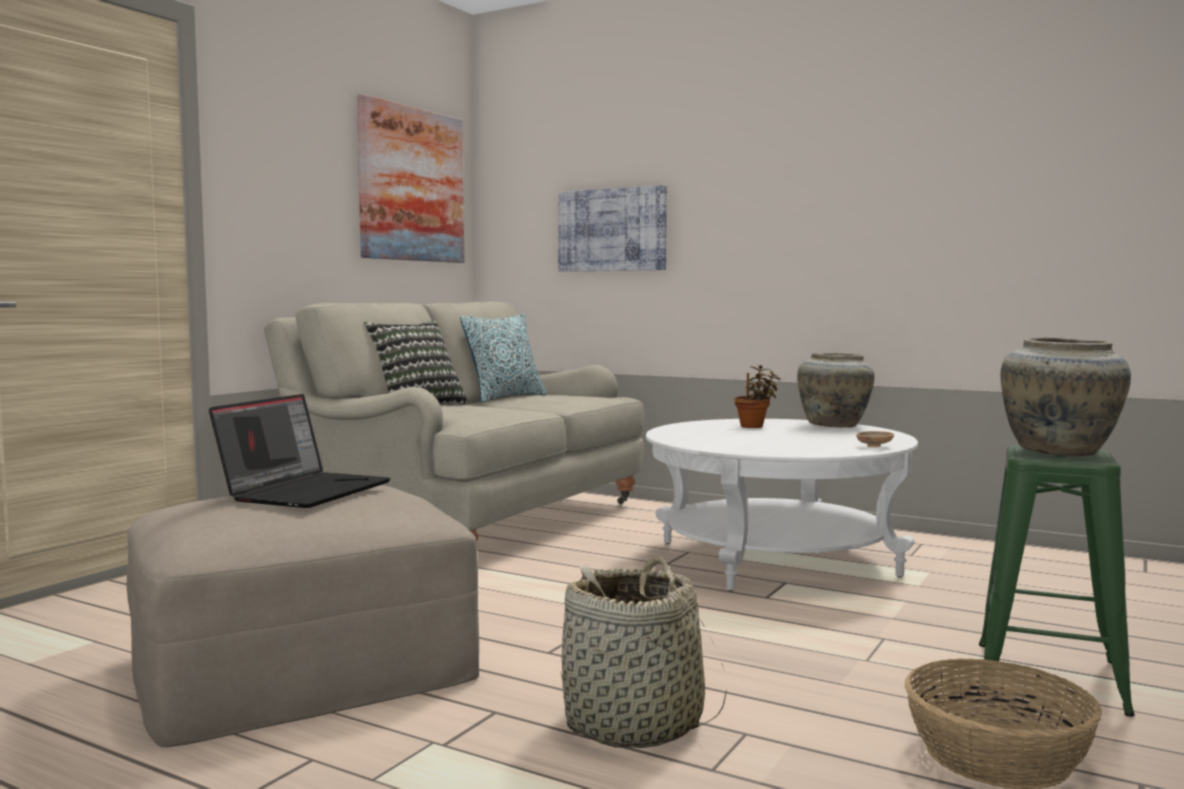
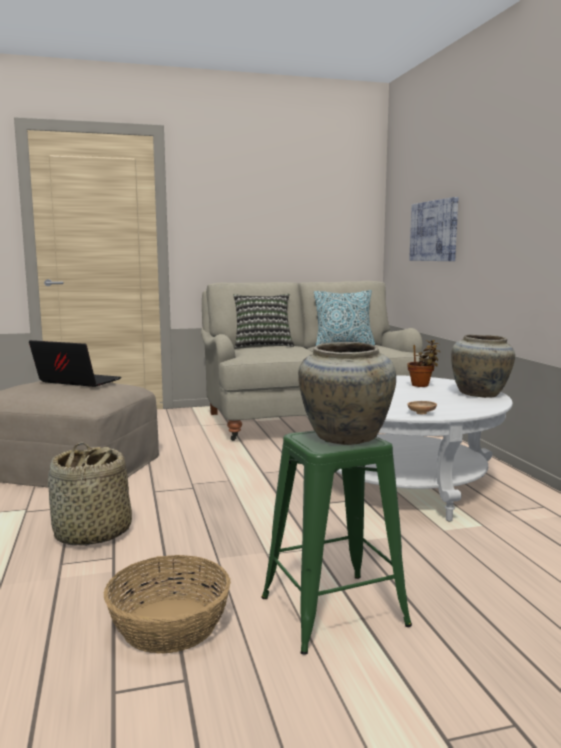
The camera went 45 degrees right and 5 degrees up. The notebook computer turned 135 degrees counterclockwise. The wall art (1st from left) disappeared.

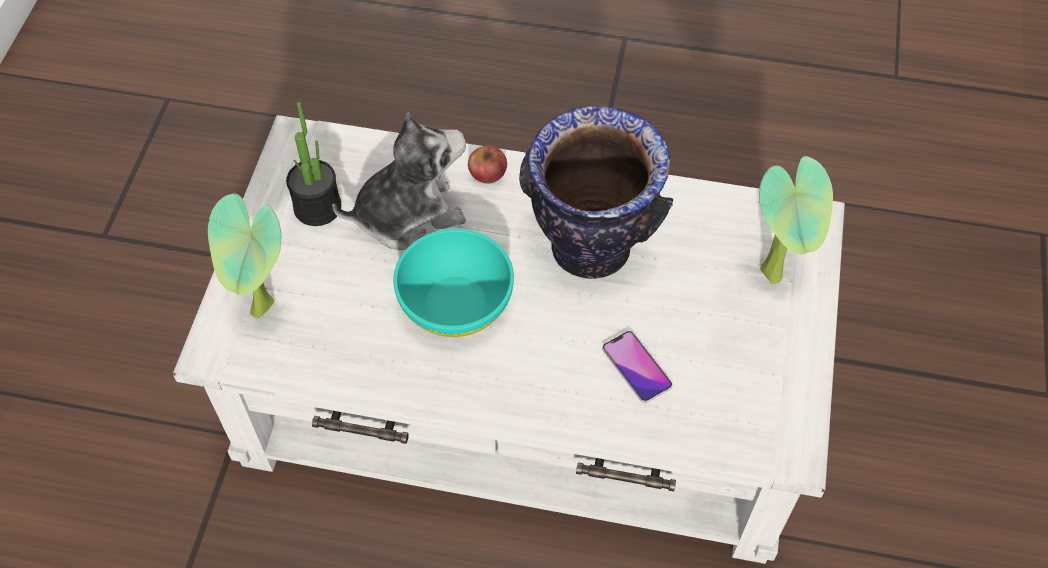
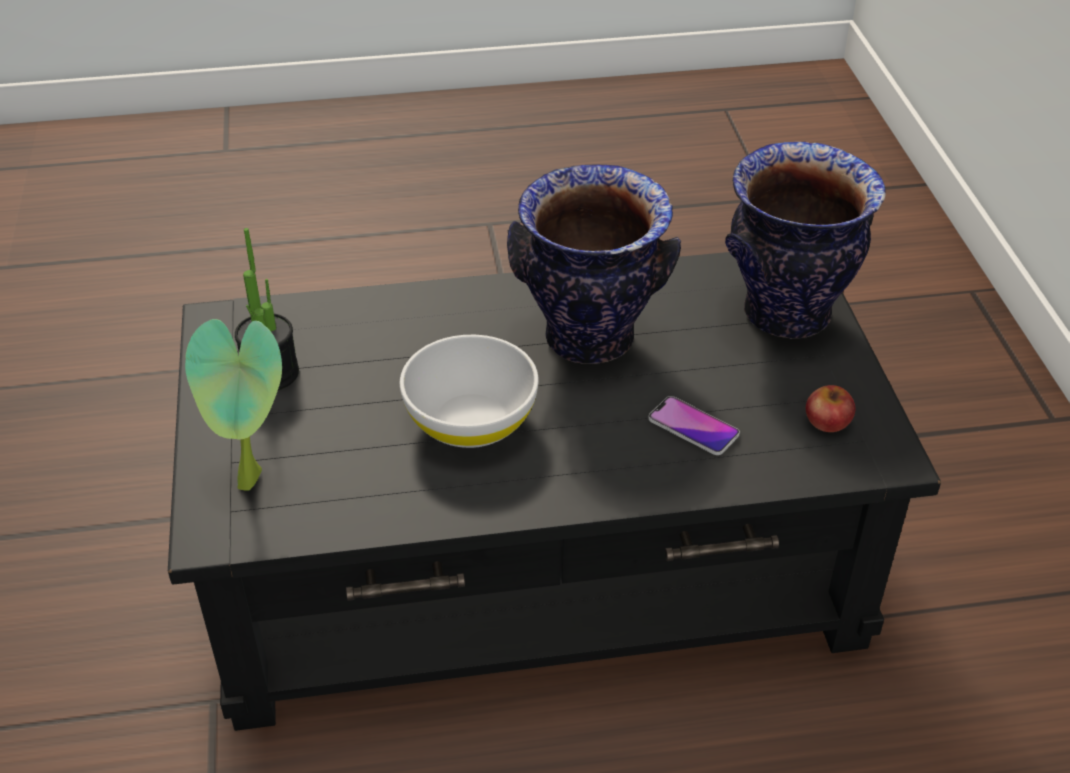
The camera went 20 degrees left and 15 degrees down. The lounge table/whitish became the lounge table/black. The cuddly toy disappeared. The deep dish/blue-green became the deep dish/whitish. The whole apple moved. The plant in a pot (3rd from left) was replaced by the decorative vase (2nd from left).

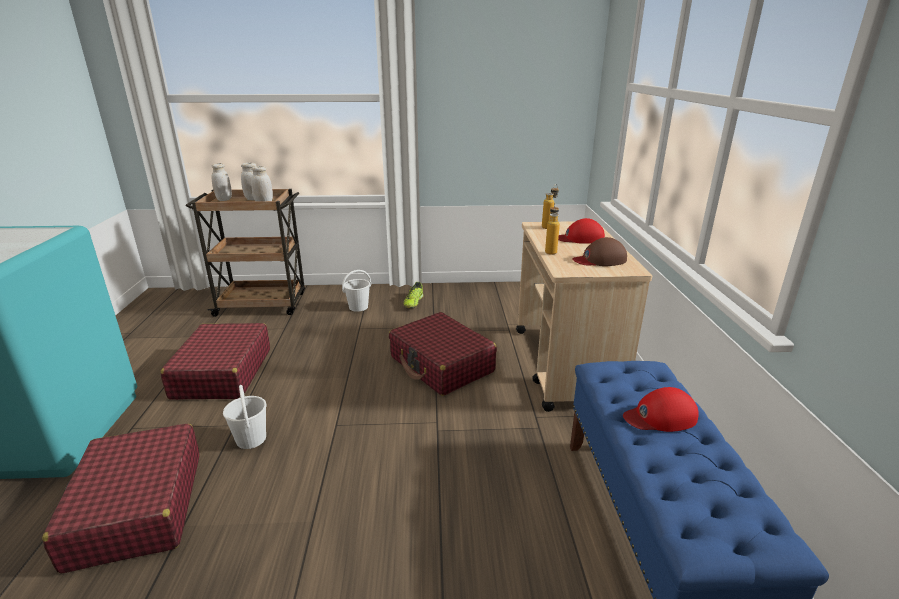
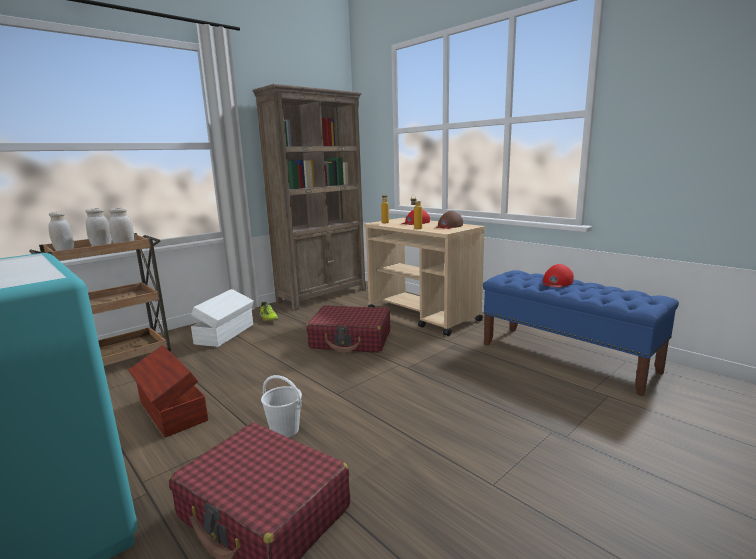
The camera went 40 degrees left and 10 degrees down. The piece of luggage/reddish (2nd from left) was replaced by the storage box/brown. The water bucket/whitish (2nd from left) was replaced by the storage box/whitish. The bookshelf/brown appeared.

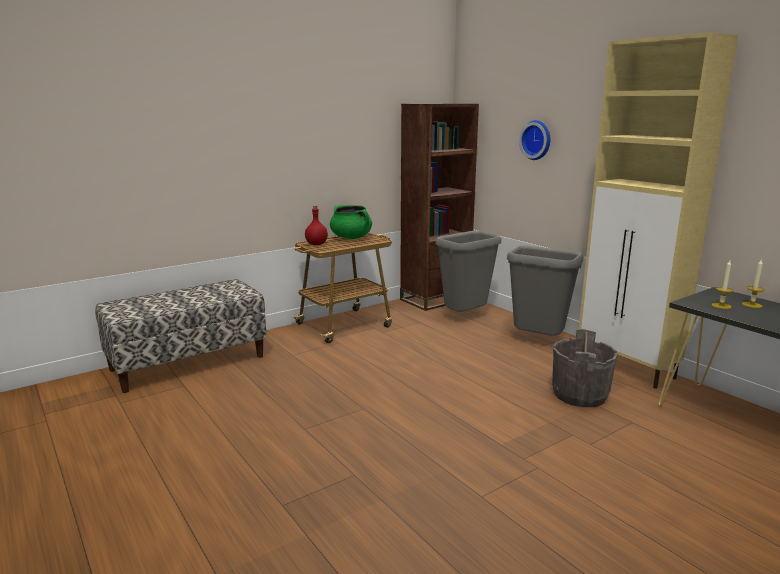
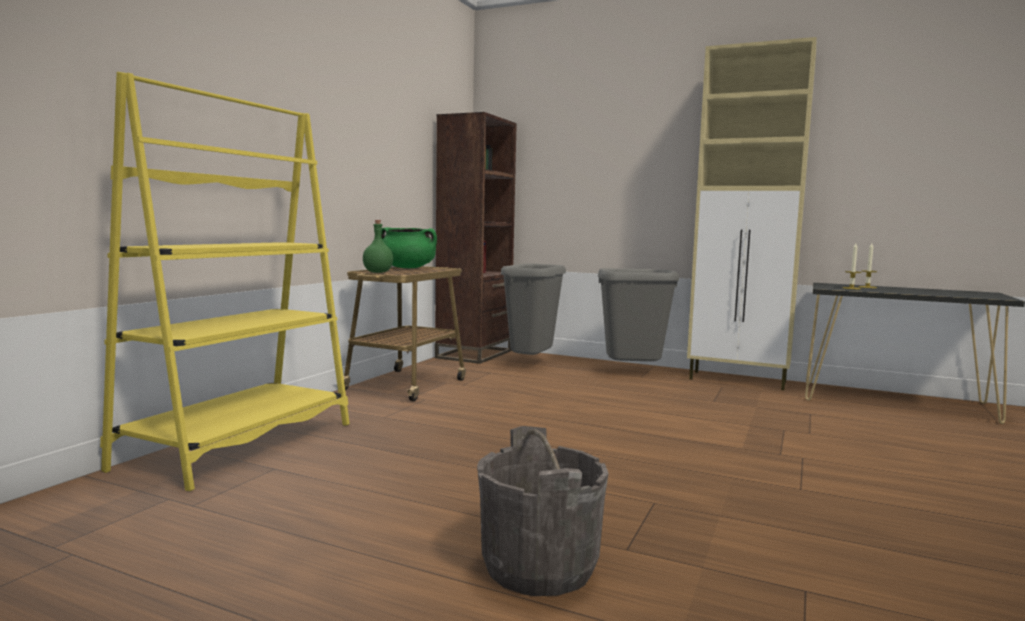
The camera went 30 degrees left and 10 degrees down. The indoor bench was replaced by the bookshelf/yellowish. The drink bottle/reddish became the drink bottle/green. The hanging clock disappeared. The water bucket/grey moved.

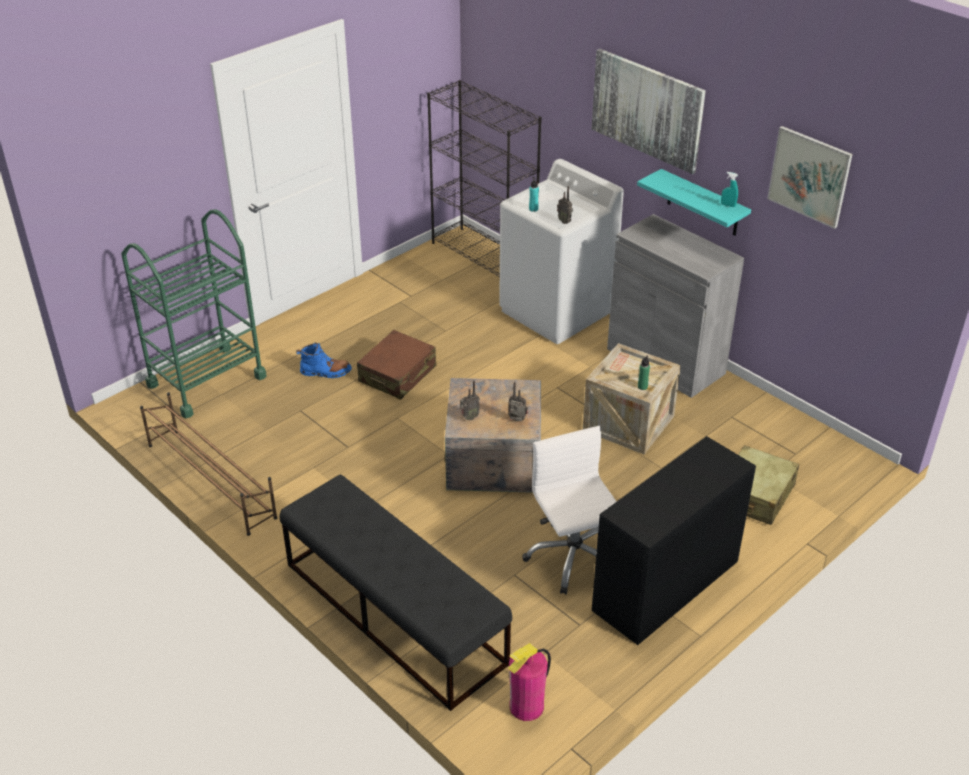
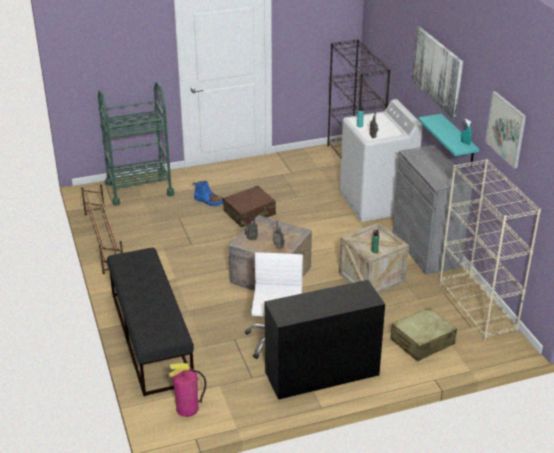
The camera went 25 degrees right and 5 degrees down. The bookshelf/beige-coloured appeared.

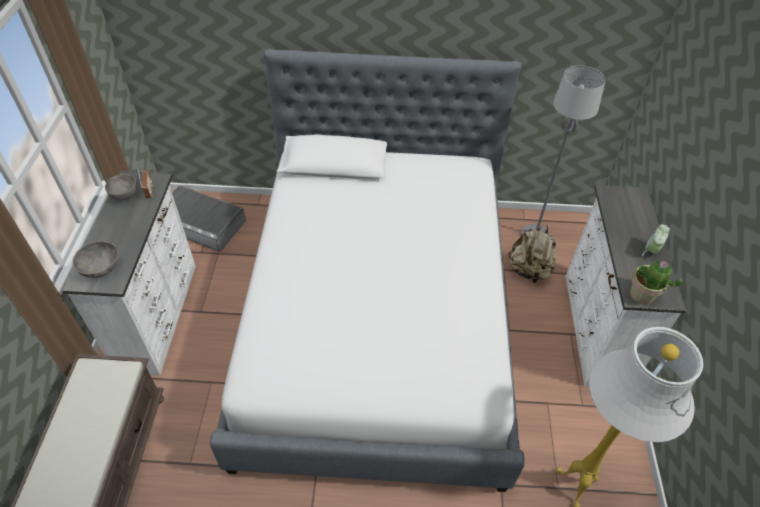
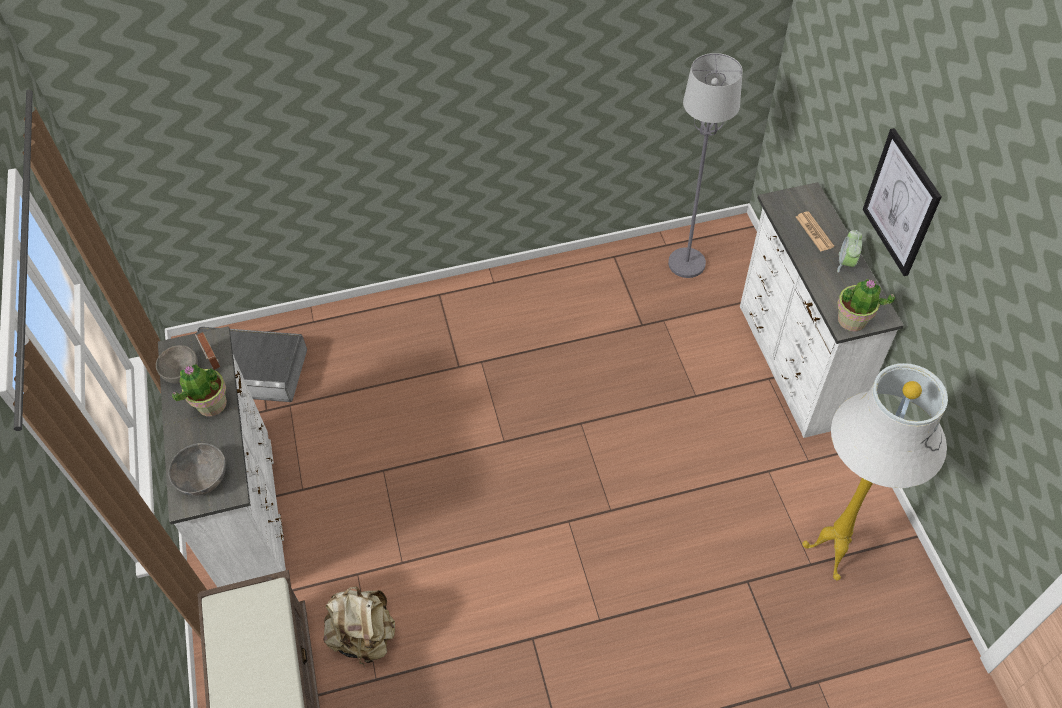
The camera went 15 degrees left and 5 degrees up. The bed disappeared. The rucksack/beige-coloured moved. The plant in a pot (1st from left) appeared. The printed paper appeared. The wall art appeared.

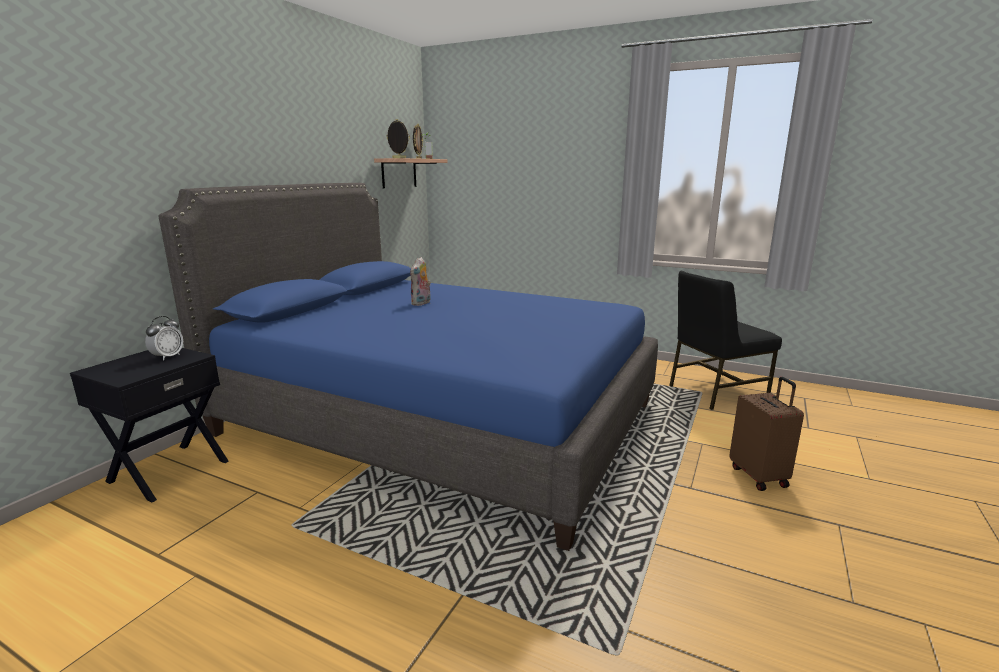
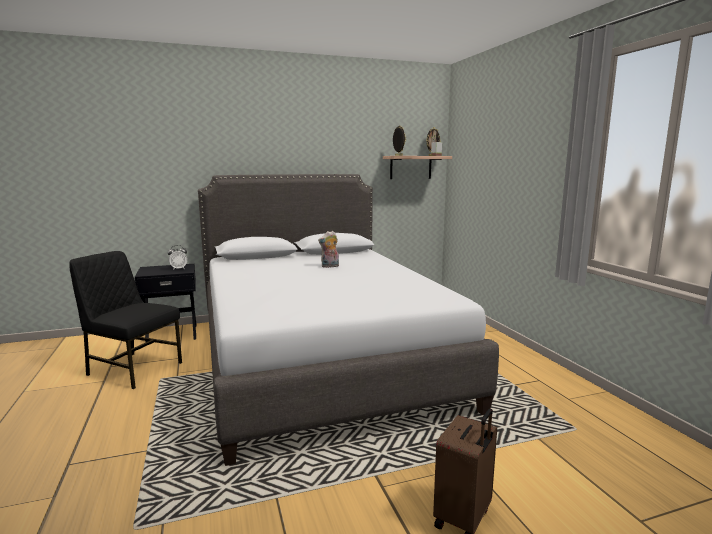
The camera went 45 degrees right and 5 degrees down. The bed/bluish became the bed/grey. The upright chair/black moved.

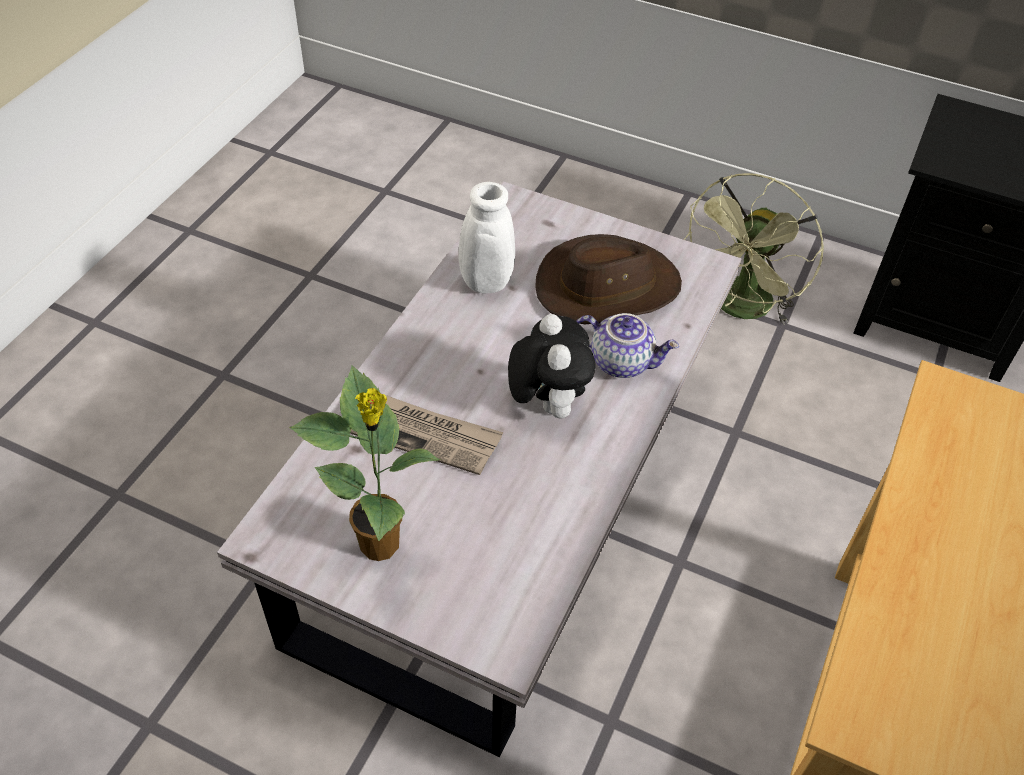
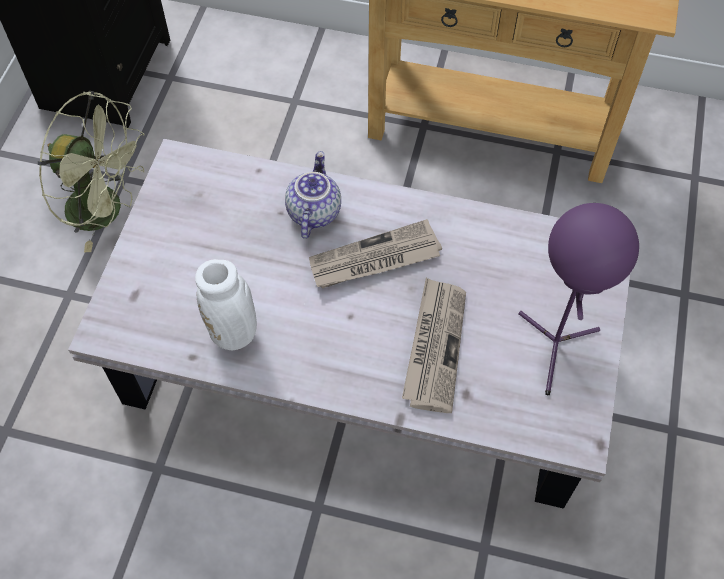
The camera went 100 degrees left and 10 degrees up. The plant in a pot was replaced by the table lamp/purple. The cuddly toy was replaced by the printed paper (1st from left). The wearable hat/brown disappeared.

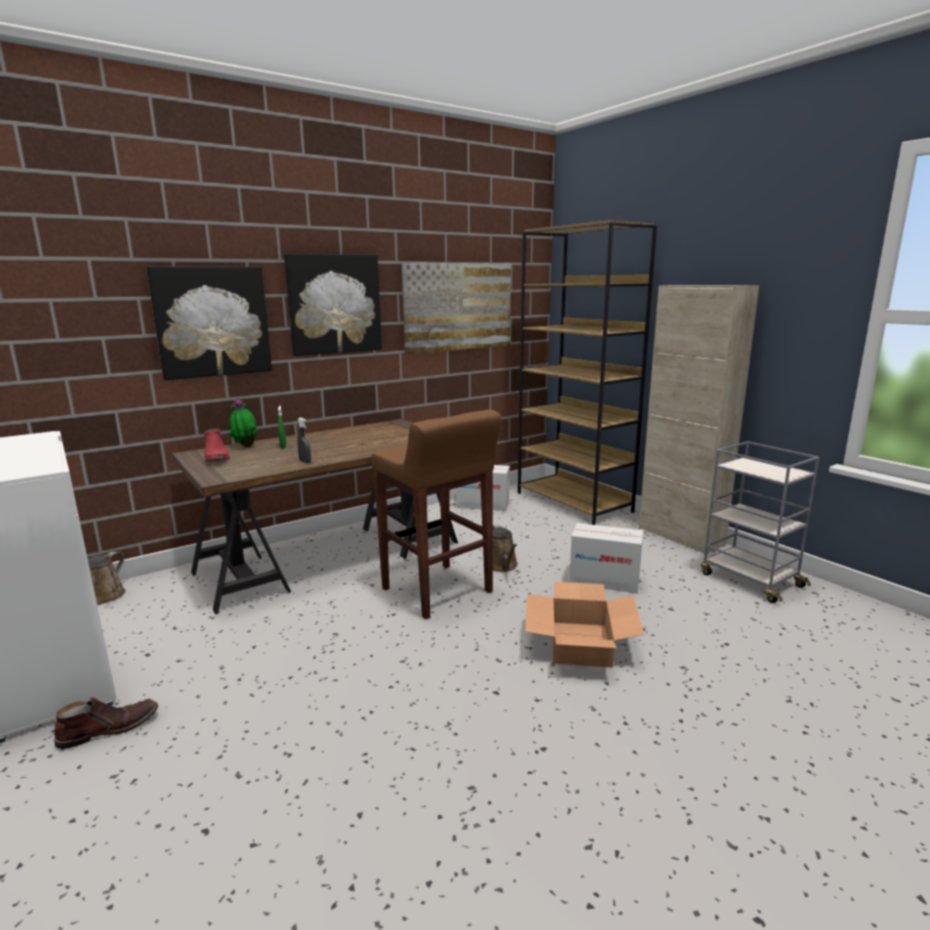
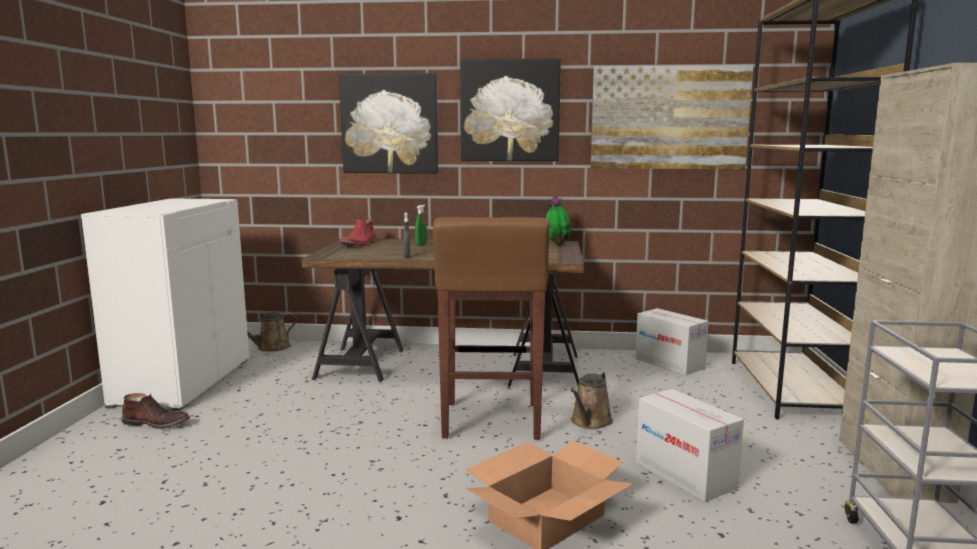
The camera went 40 degrees right and 5 degrees down. The plant in a pot moved.

